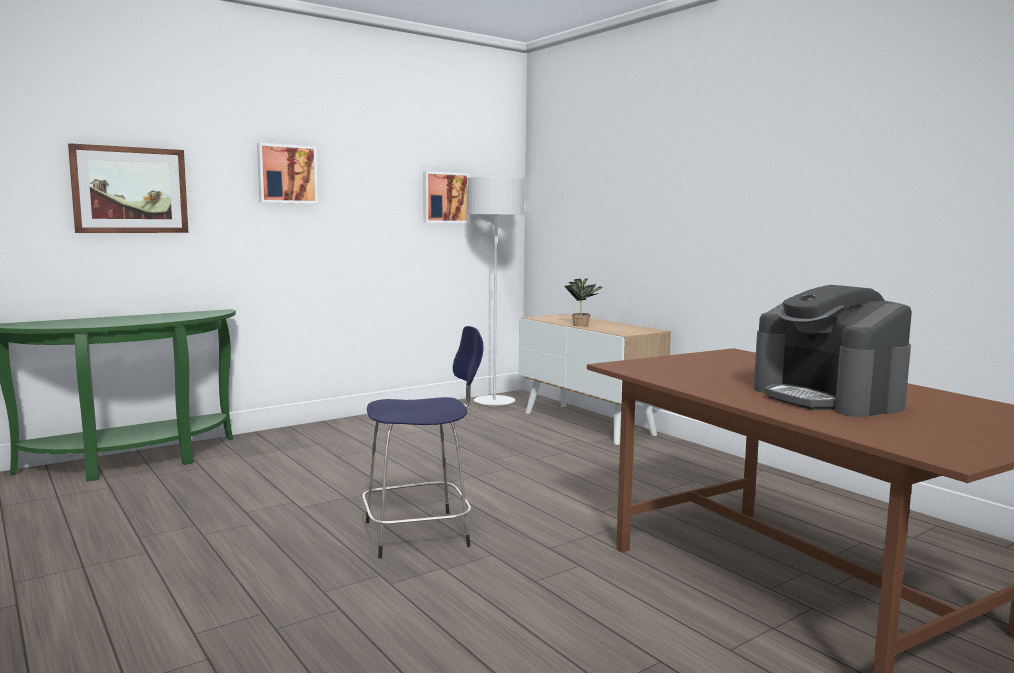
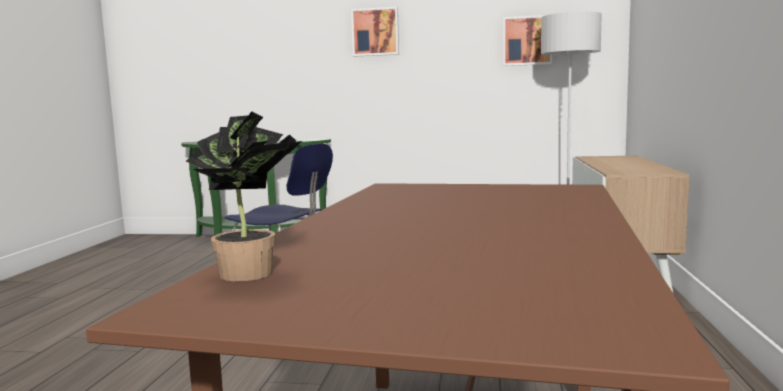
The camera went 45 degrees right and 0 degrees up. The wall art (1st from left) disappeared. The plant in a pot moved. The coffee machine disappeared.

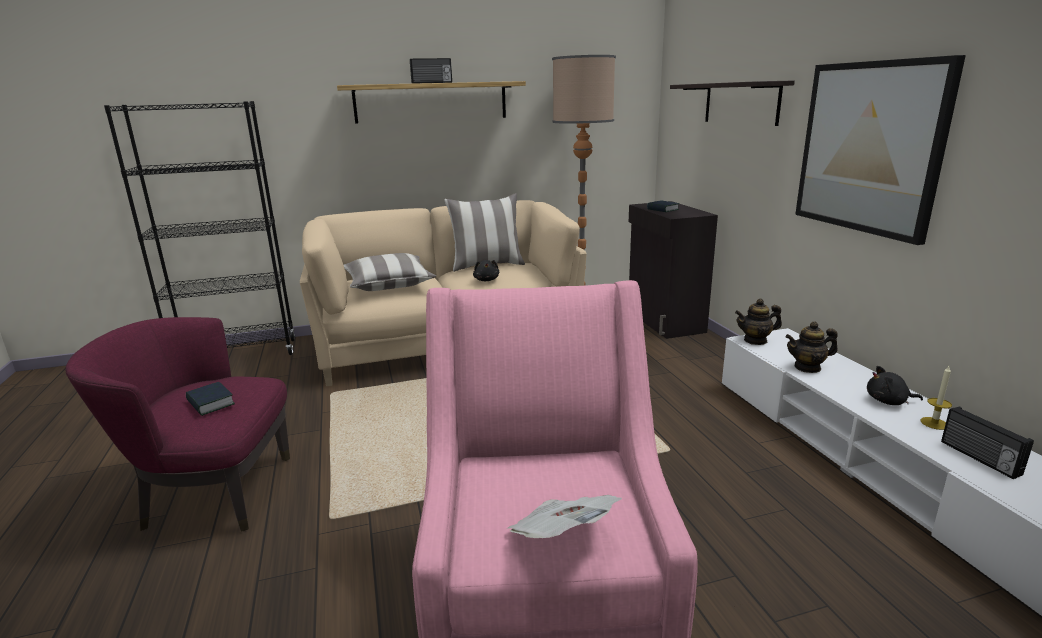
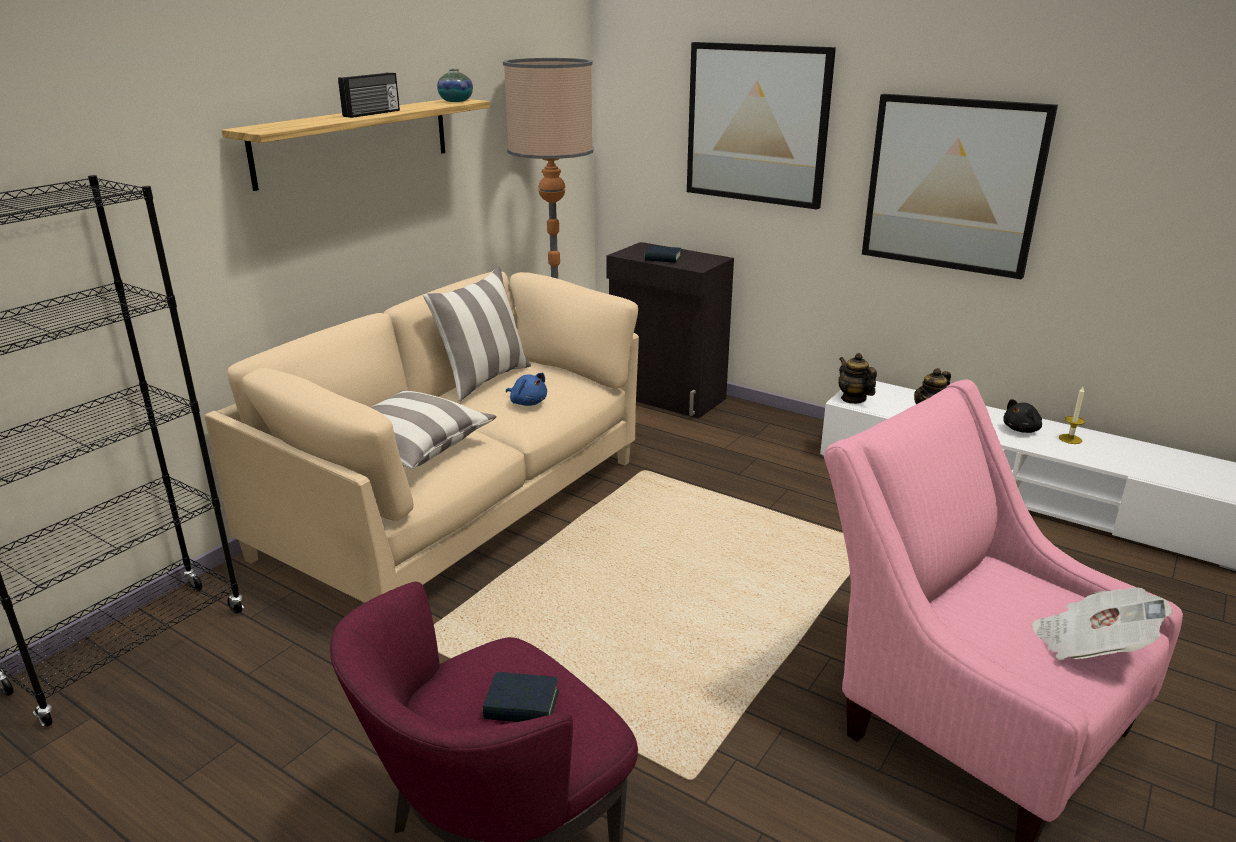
The camera went 40 degrees left and 5 degrees up. The cuddly toy/black (1st from left) became the cuddly toy/bluish. The bracket shelf (2nd from left) was replaced by the wall art (1st from left). The tea pot (1st from left) turned 105 degrees clockwise. The radio (2nd from left) disappeared. The decorative vase appeared.

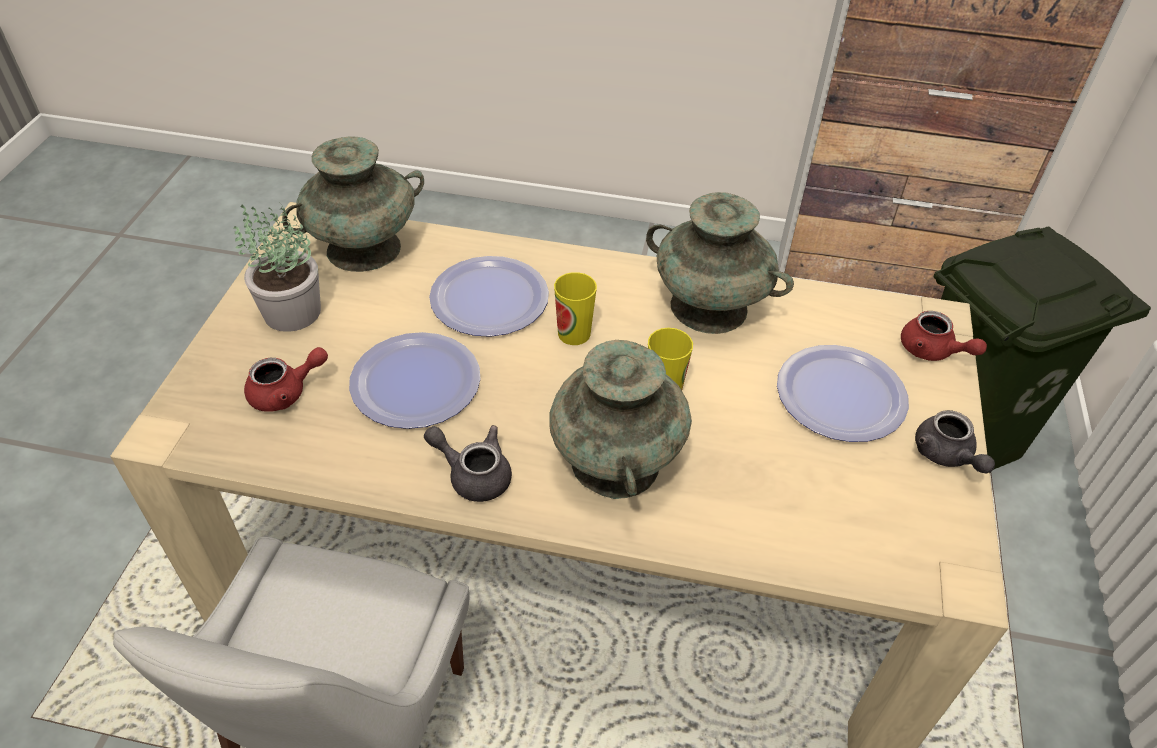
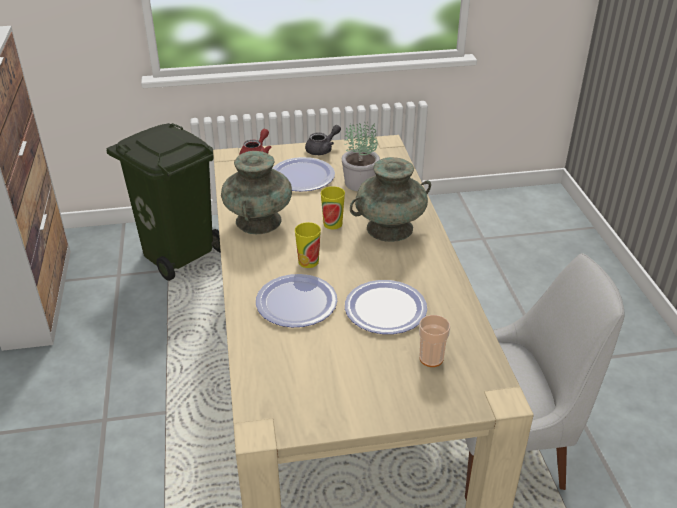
The camera went 110 degrees left and 10 degrees down. The plant in a pot moved. The tea pot/reddish (1st from left) was replaced by the drinking cup (3rd from left). The decorative vase/blue-green (1st from left) disappeared. The tea pot/grey (1st from left) disappeared.

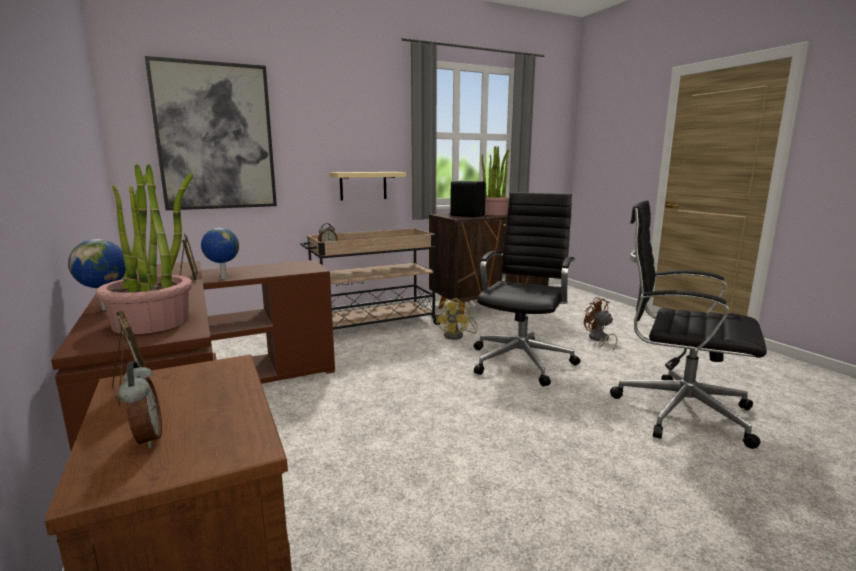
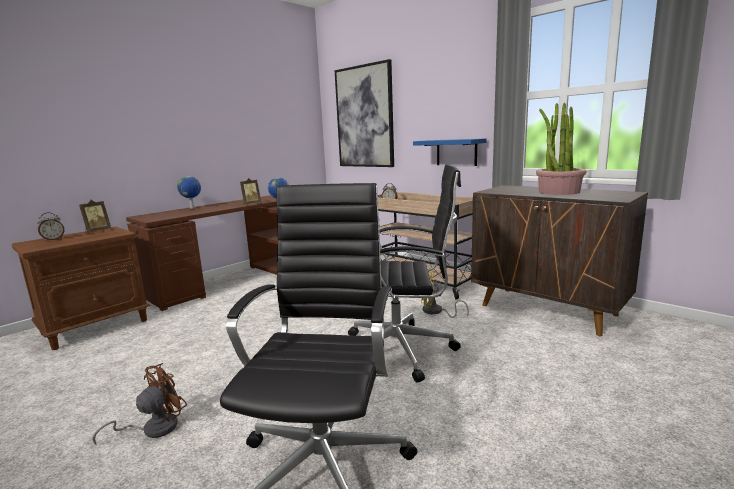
The camera went 70 degrees right and 0 degrees up. The plant in a pot (1st from left) disappeared. The bracket shelf/beige-coloured became the bracket shelf/bluish. The speaker/black disappeared. The electric fan/brown moved.

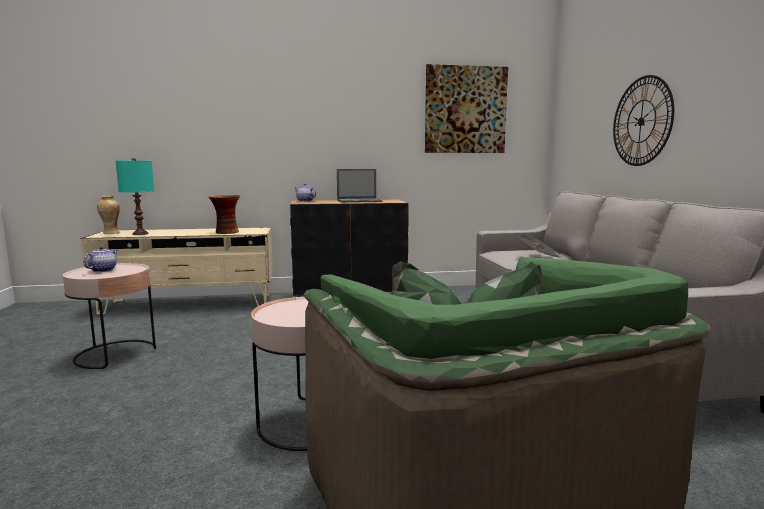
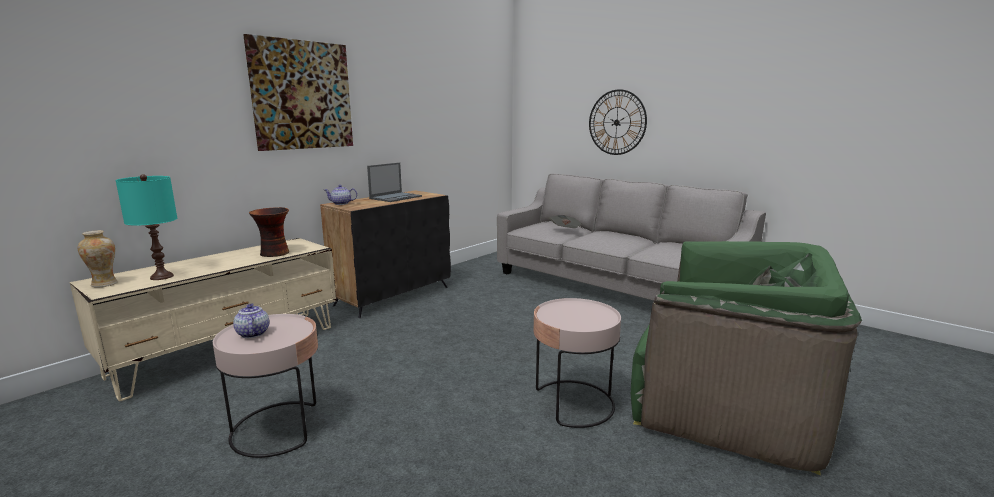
The camera went 40 degrees left and 5 degrees up. The wall art moved.

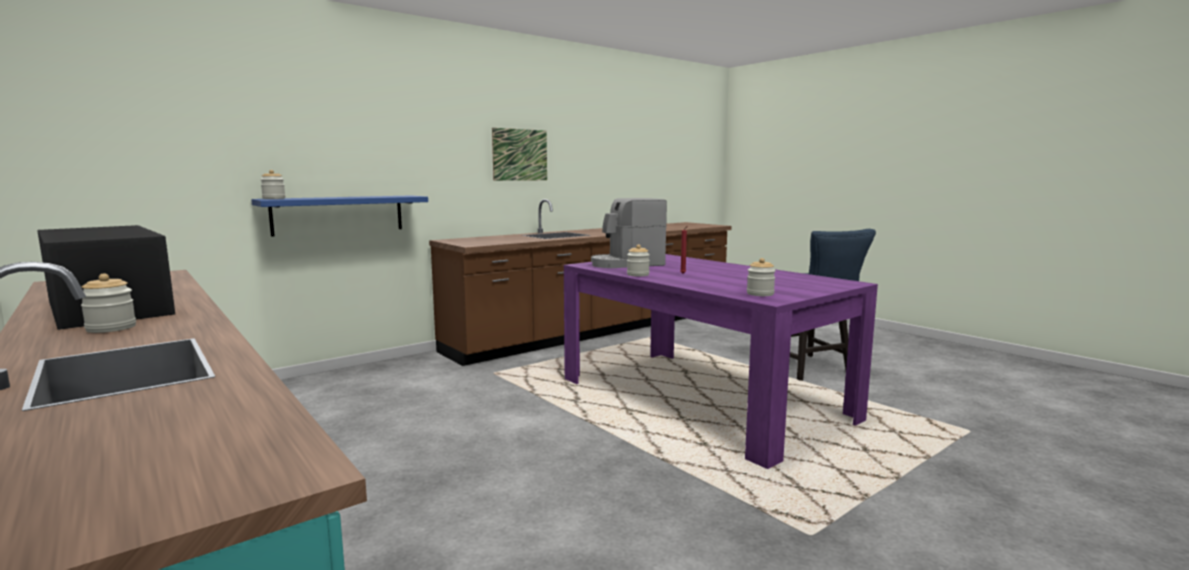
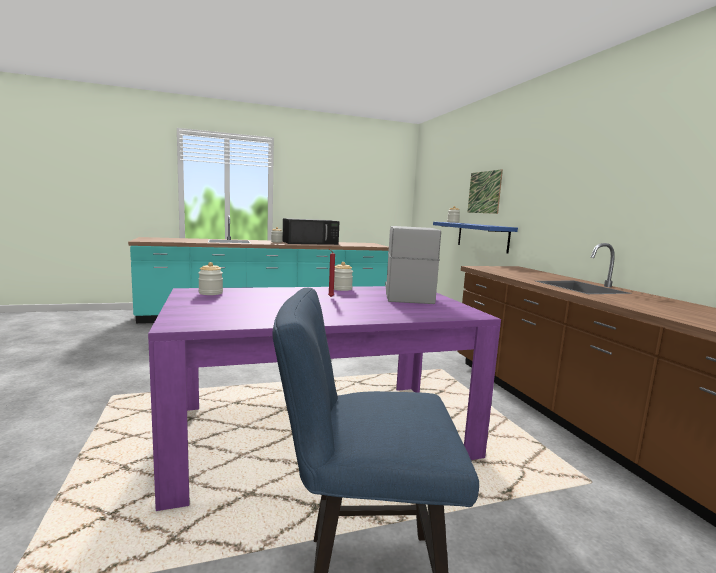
The camera went 110 degrees right and 0 degrees up. The wall art moved.

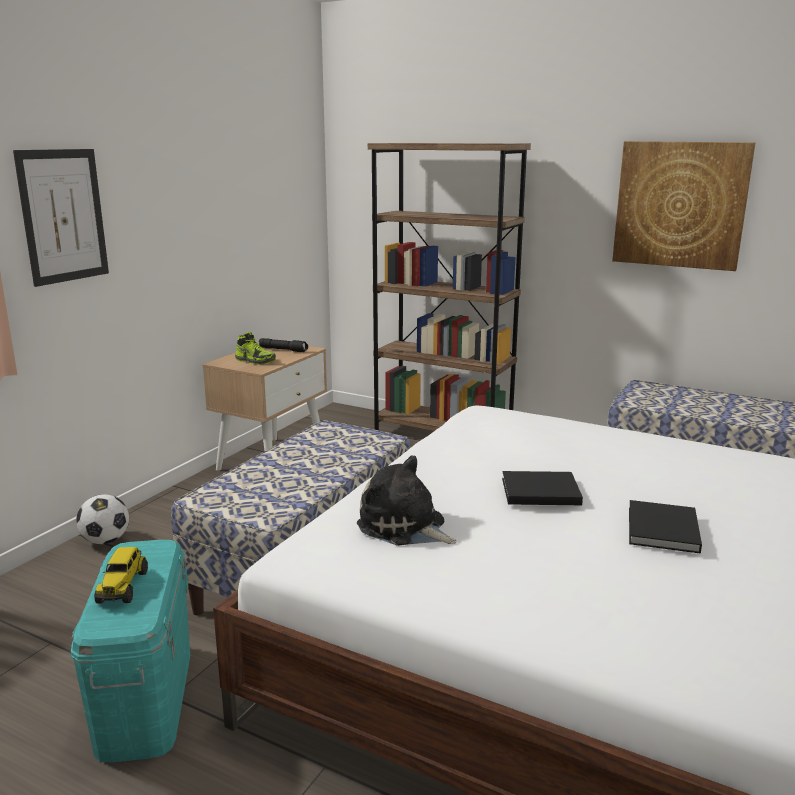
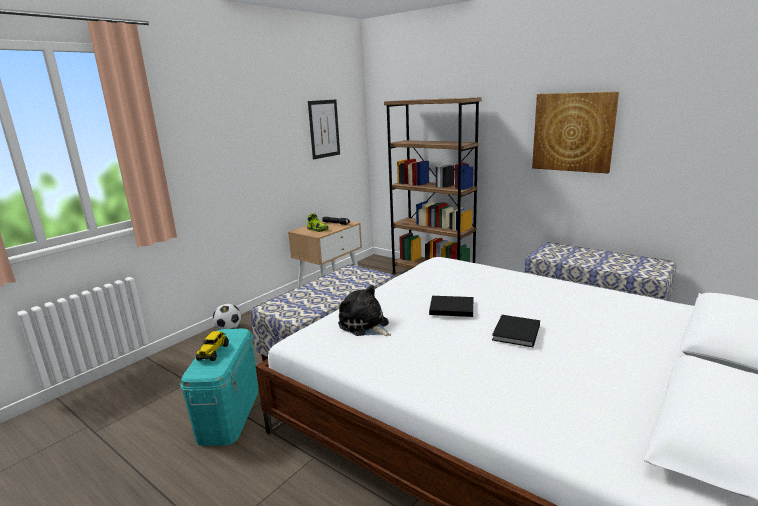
The camera went 10 degrees right and 0 degrees up. The wall art (1st from left) moved.

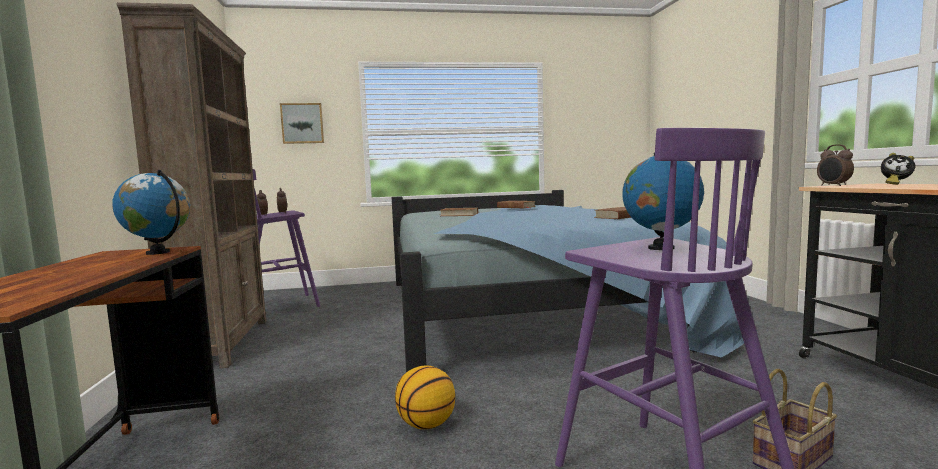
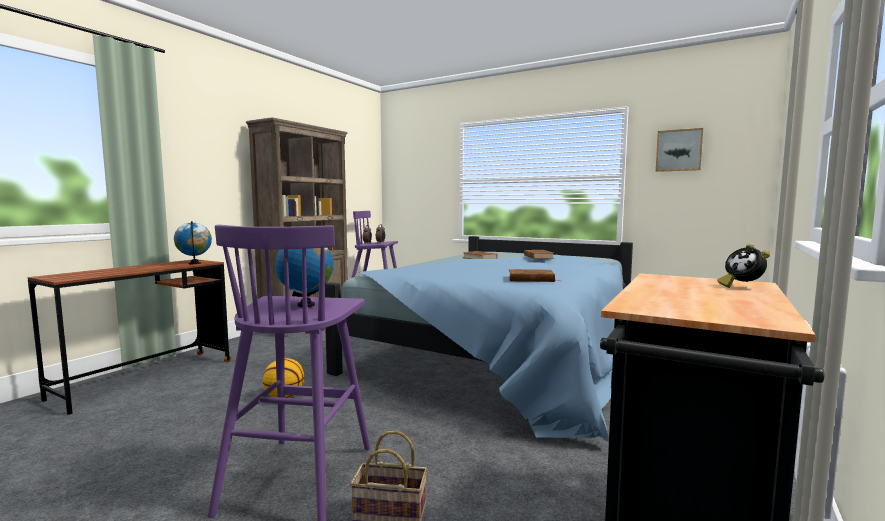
The camera went 40 degrees right and 0 degrees up. The wall art moved. The table clock (3rd from left) disappeared.

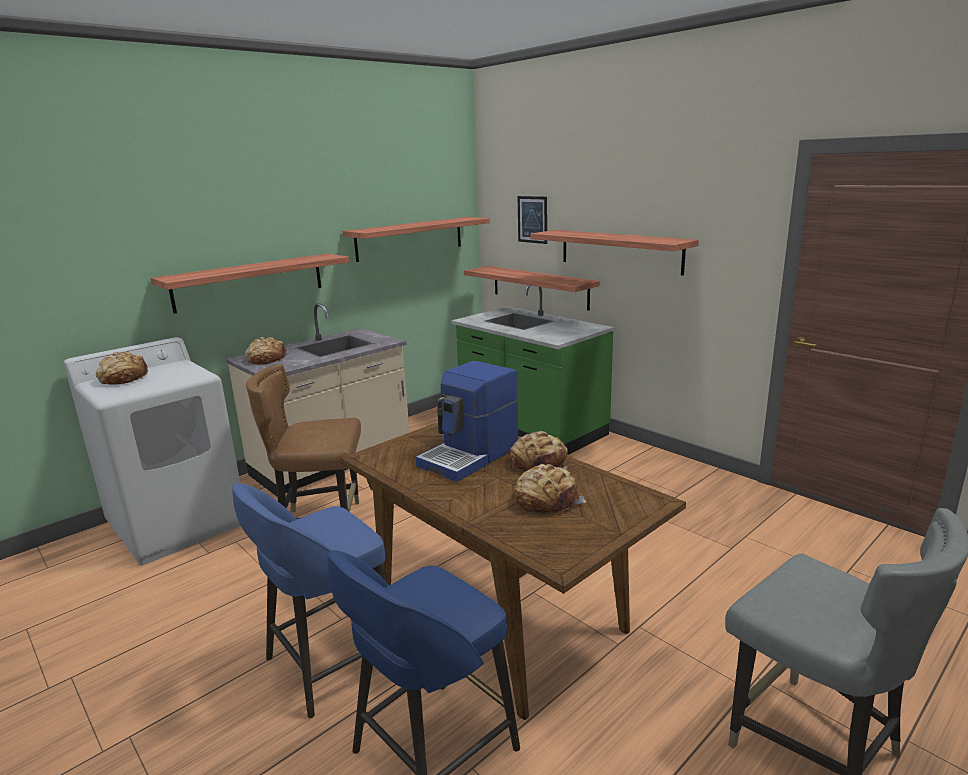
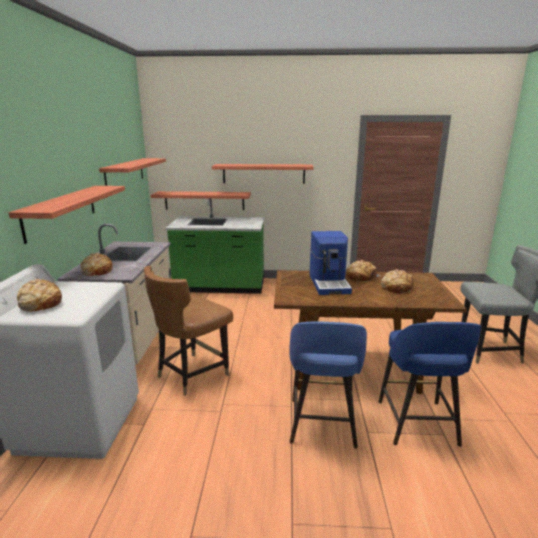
The camera went 45 degrees left and 0 degrees up. The wall art disappeared.

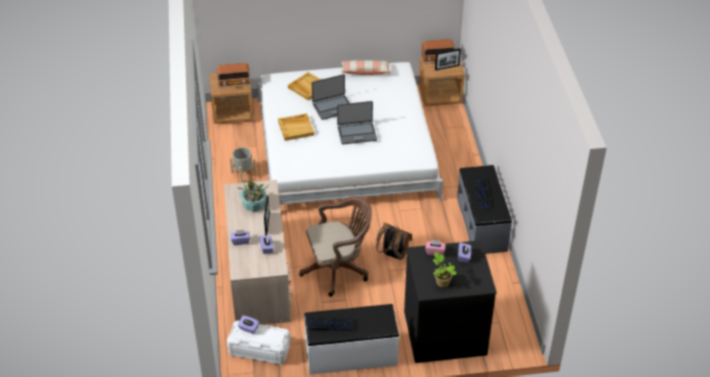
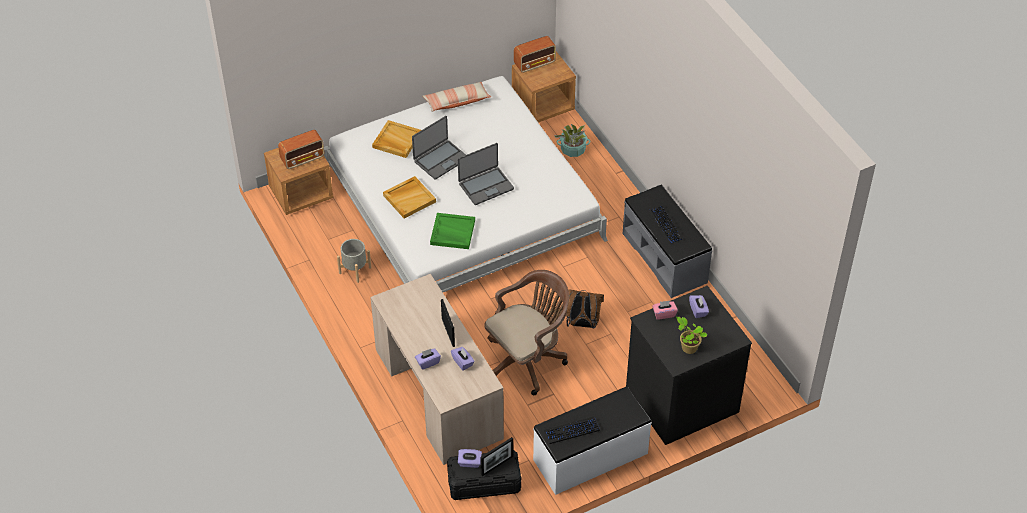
The camera went 20 degrees left and 5 degrees up. The storage box/whitish became the storage box/black. The plant in a pot (1st from left) moved. The picture frame (2nd from left) moved. The carrying tray/green appeared.

